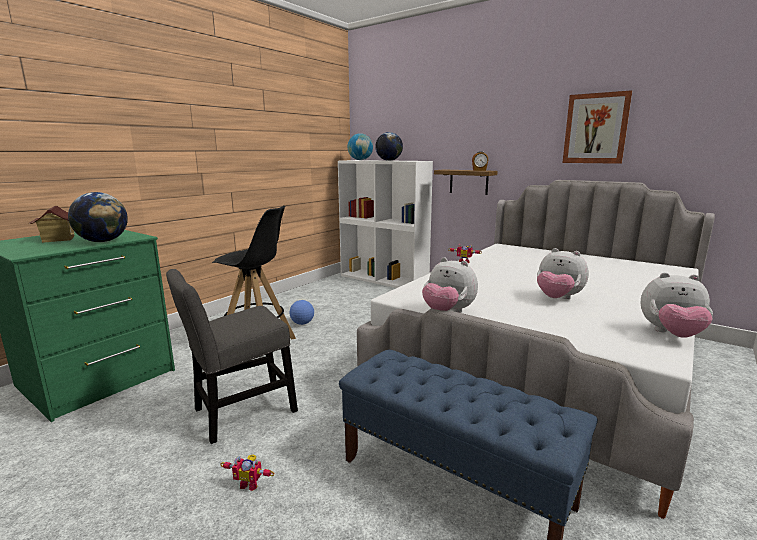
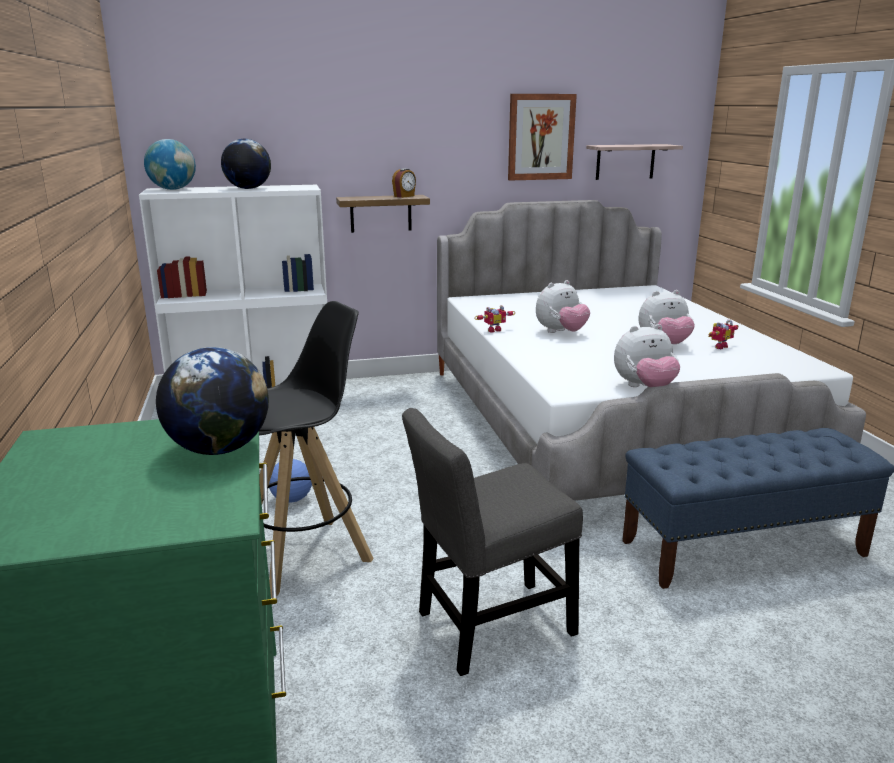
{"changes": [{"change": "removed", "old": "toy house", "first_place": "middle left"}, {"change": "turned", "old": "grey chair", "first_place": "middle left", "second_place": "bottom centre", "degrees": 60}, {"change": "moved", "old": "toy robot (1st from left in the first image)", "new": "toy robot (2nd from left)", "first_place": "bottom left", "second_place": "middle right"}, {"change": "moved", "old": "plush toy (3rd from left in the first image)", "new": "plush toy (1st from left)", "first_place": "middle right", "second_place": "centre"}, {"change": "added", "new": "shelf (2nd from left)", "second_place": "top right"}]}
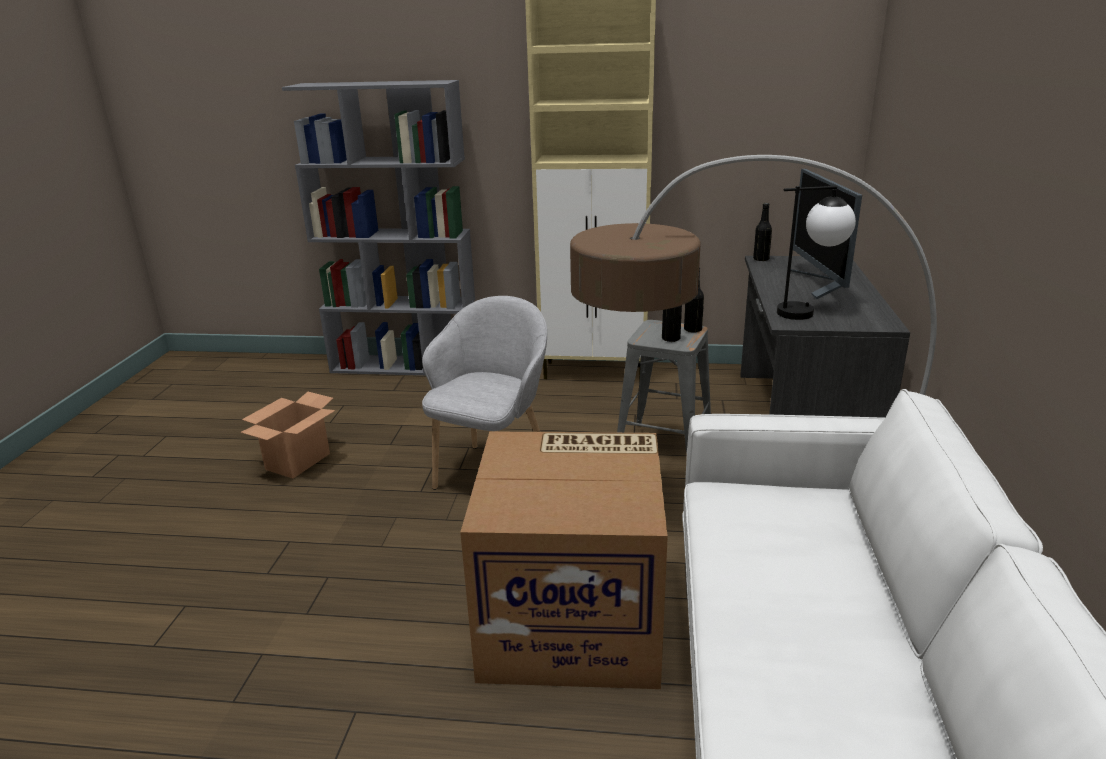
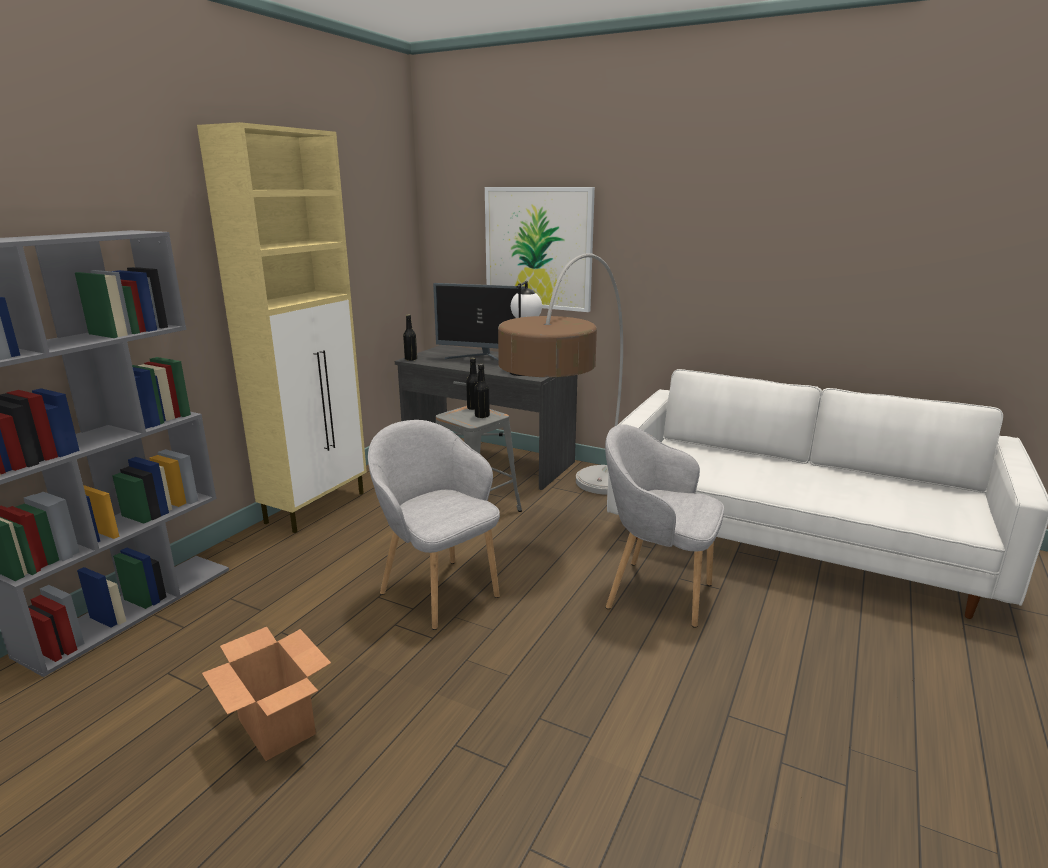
{"changes": [{"change": "replaced", "old": "cardboard box (2nd from left)", "new": "grey armchair (2nd from left)", "first_place": "bottom centre", "second_place": "centre"}, {"change": "added", "new": "picture", "second_place": "top centre"}]}
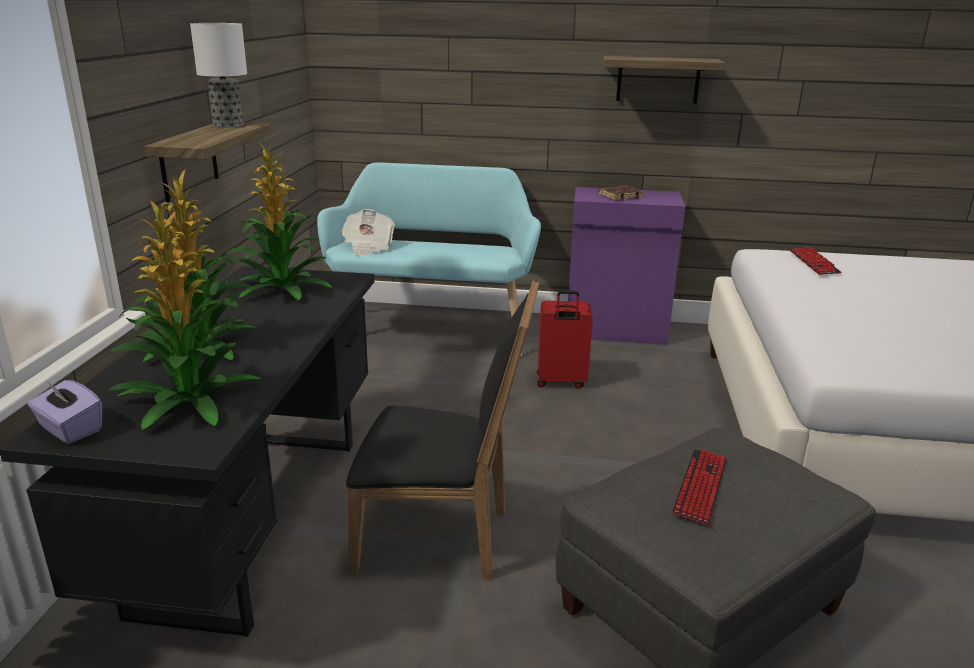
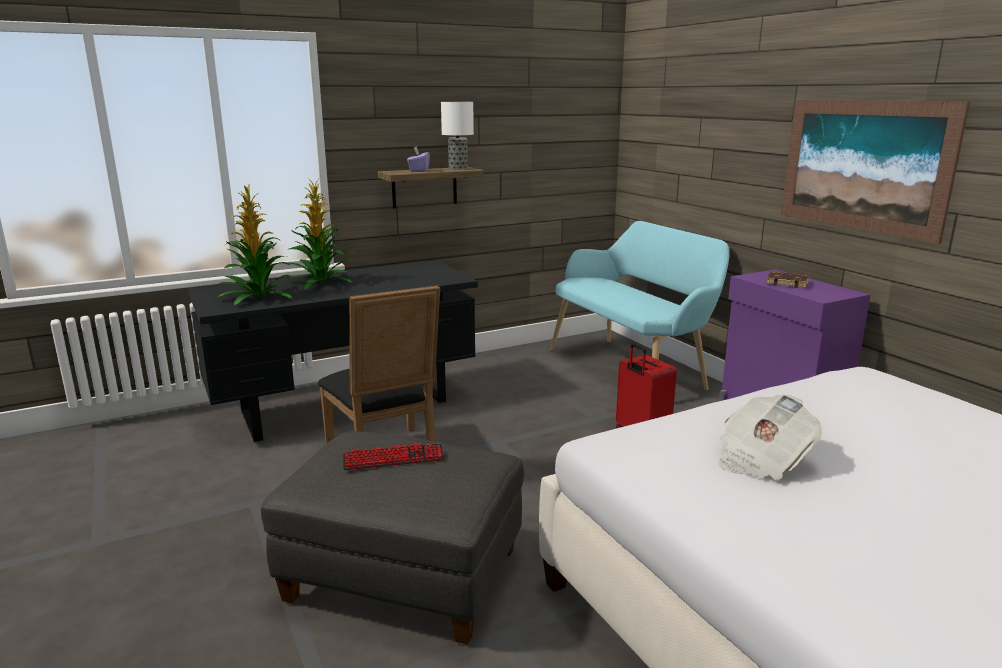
{"changes": [{"change": "moved", "old": "purple tissue box", "first_place": "middle left", "second_place": "top centre"}, {"change": "removed", "old": "potted plant (3rd from left)", "first_place": "top left"}, {"change": "moved", "old": "newspaper", "first_place": "centre", "second_place": "middle right"}, {"change": "replaced", "old": "shelf (2nd from left)", "new": "picture", "first_place": "top right", "second_place": "top right"}, {"change": "removed", "old": "keyboard (2nd from left)", "first_place": "middle right"}]}
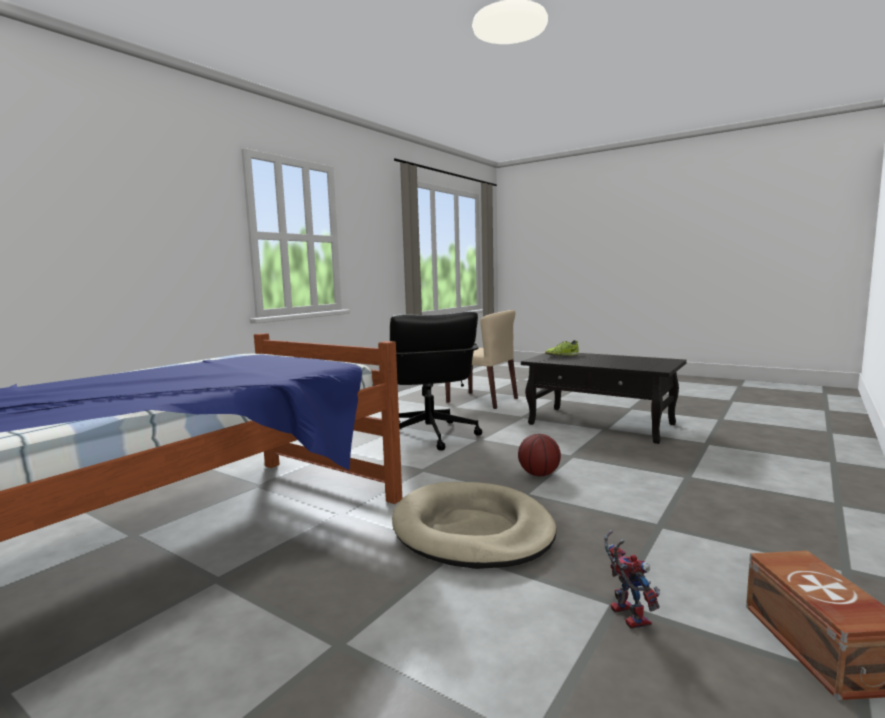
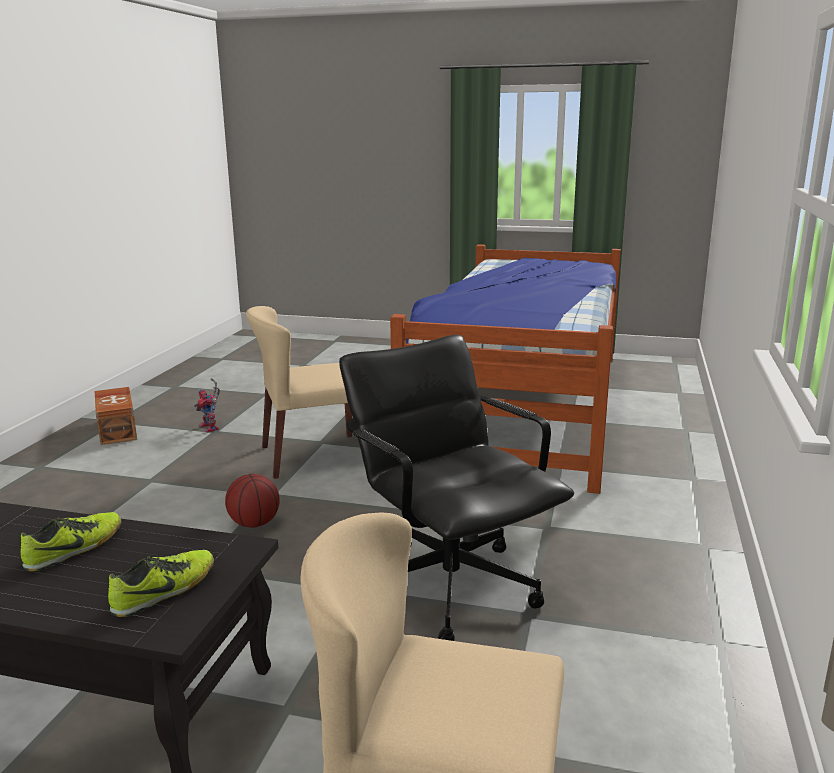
{"changes": [{"change": "replaced", "old": "beige dog bed", "new": "beige chair (1st from left)", "first_place": "bottom centre", "second_place": "centre"}, {"change": "added", "new": "shoe (1st from left)", "second_place": "bottom left"}]}
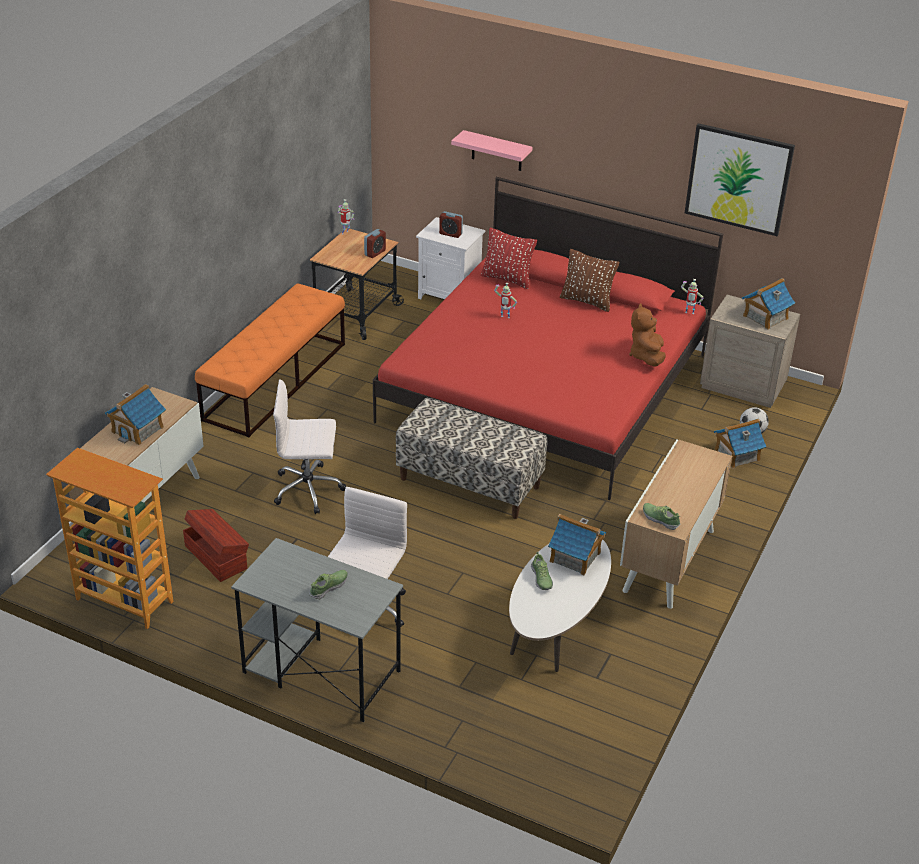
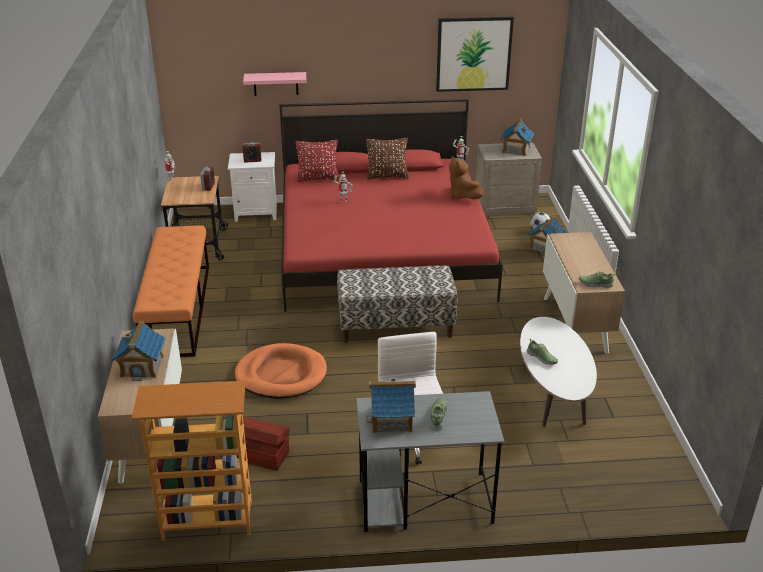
{"changes": [{"change": "replaced", "old": "white office chair (1st from left)", "new": "orange dog bed", "first_place": "centre", "second_place": "centre"}, {"change": "moved", "old": "toy house (2nd from left)", "first_place": "centre", "second_place": "bottom centre"}]}
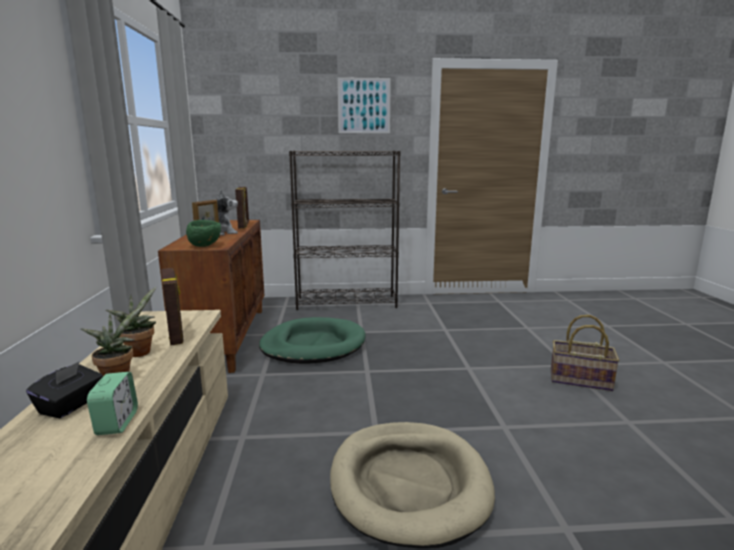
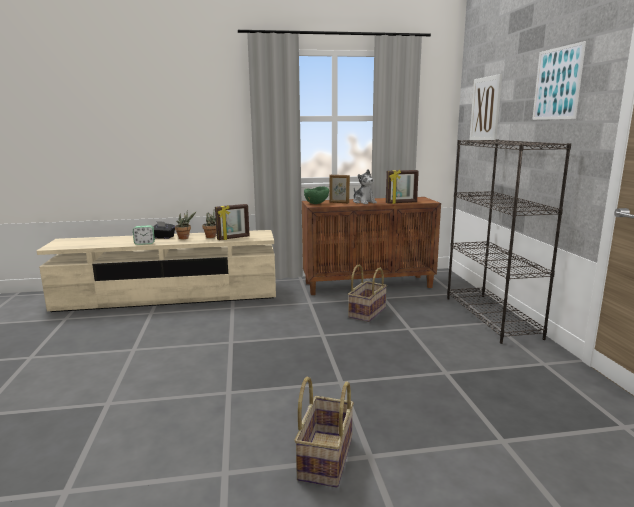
{"changes": [{"change": "replaced", "old": "green dog bed", "new": "basket (2nd from left)", "first_place": "centre", "second_place": "centre"}, {"change": "removed", "old": "beige dog bed", "first_place": "bottom centre"}, {"change": "added", "new": "picture (1st from left)", "second_place": "top right"}]}
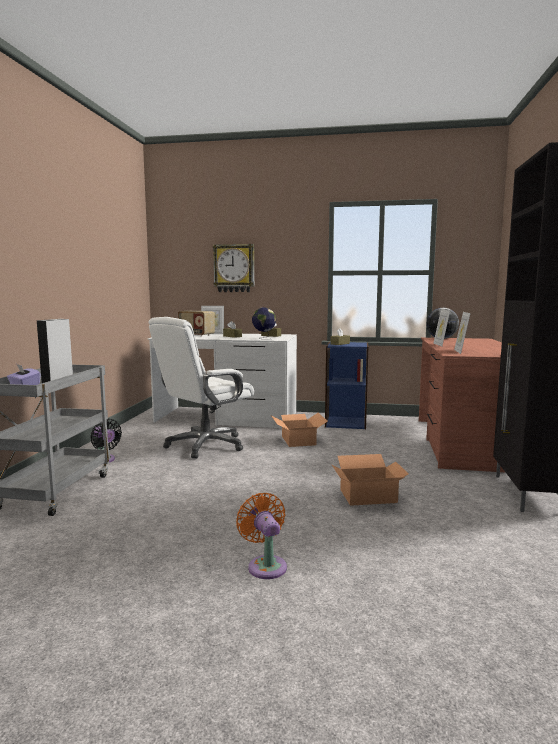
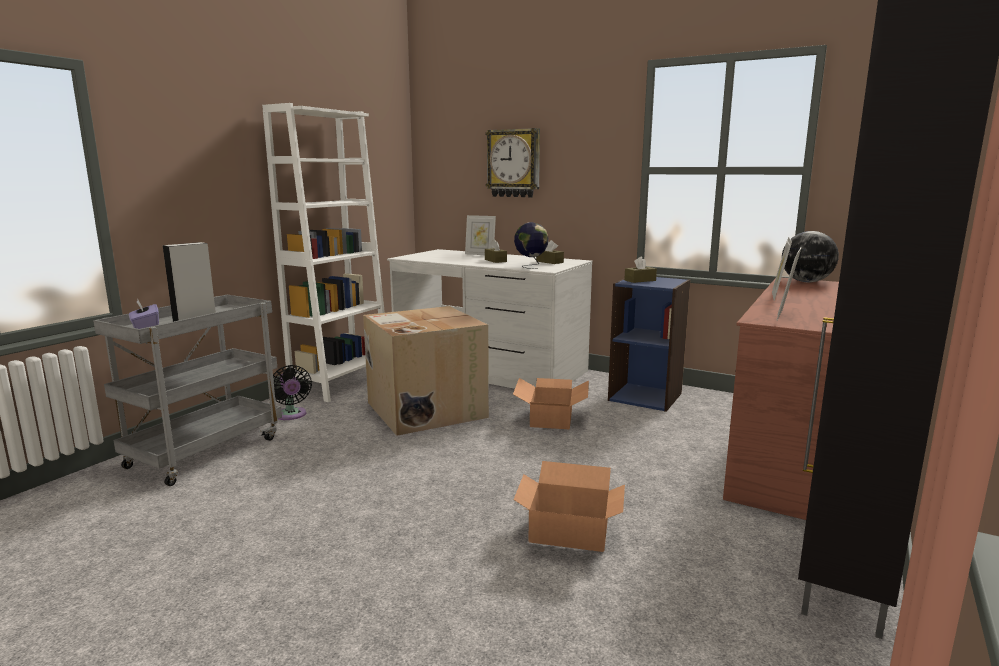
{"changes": [{"change": "replaced", "old": "white office chair", "new": "cardboard box (1st from left)", "first_place": "centre", "second_place": "centre"}, {"change": "removed", "old": "radio", "first_place": "centre"}, {"change": "removed", "old": "orange fan", "first_place": "bottom centre"}, {"change": "added", "new": "white bookcase", "second_place": "middle left"}]}
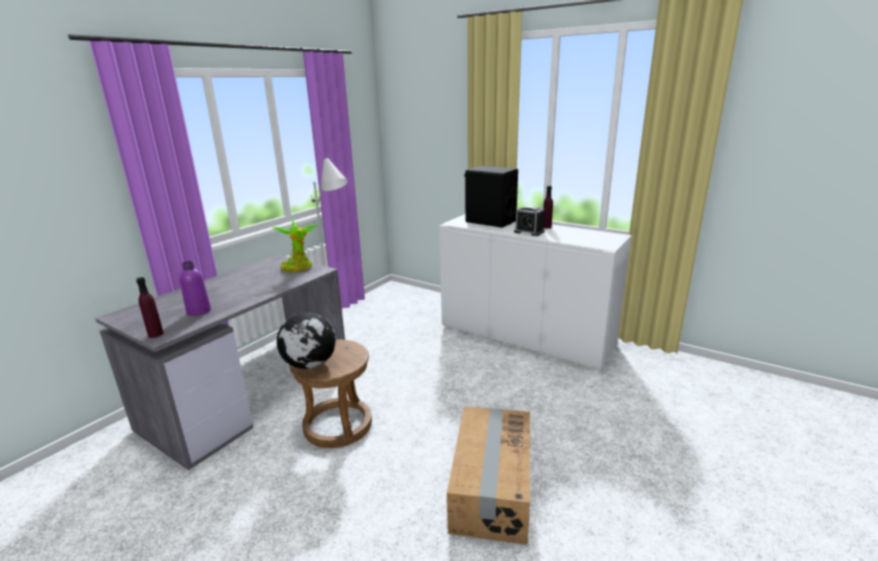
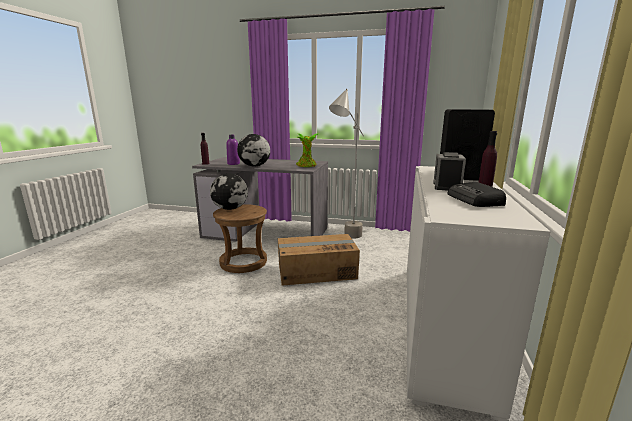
{"changes": [{"change": "moved", "old": "cardboard box", "first_place": "bottom centre", "second_place": "centre"}, {"change": "added", "new": "globe (2nd from left)", "second_place": "centre"}, {"change": "added", "new": "radio", "second_place": "middle right"}]}
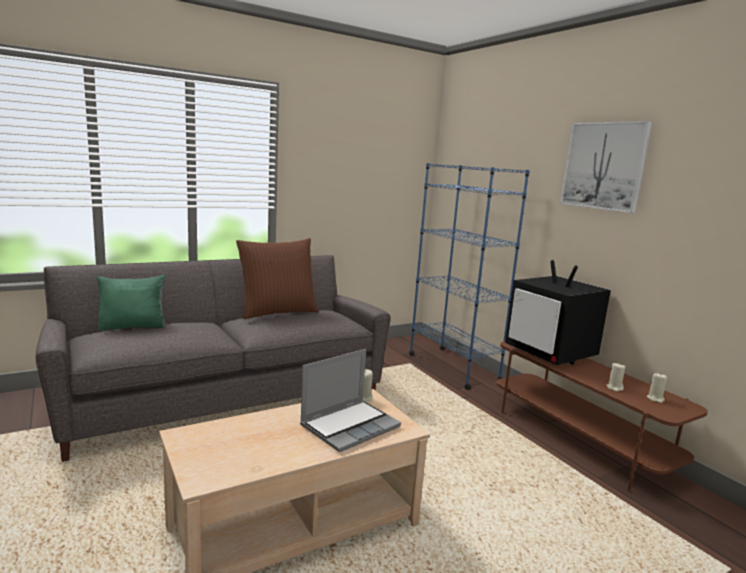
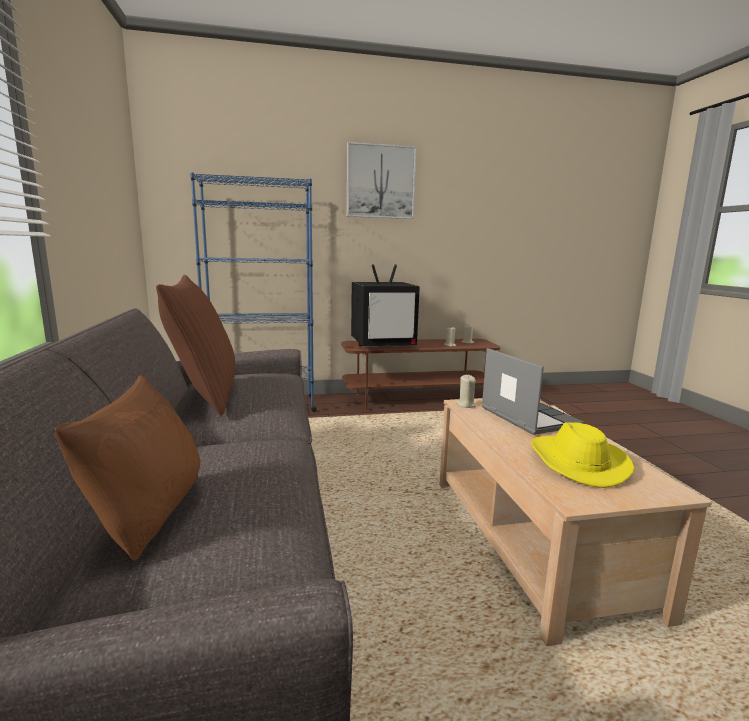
{"changes": [{"change": "recoloured", "old": "green pillow", "new": "brown pillow (1st from left)", "first_place": "middle left", "second_place": "middle left"}, {"change": "added", "new": "yellow hat", "second_place": "middle right"}]}
